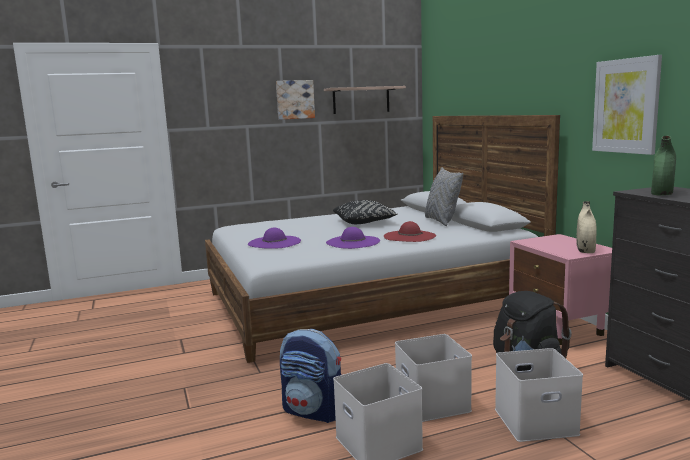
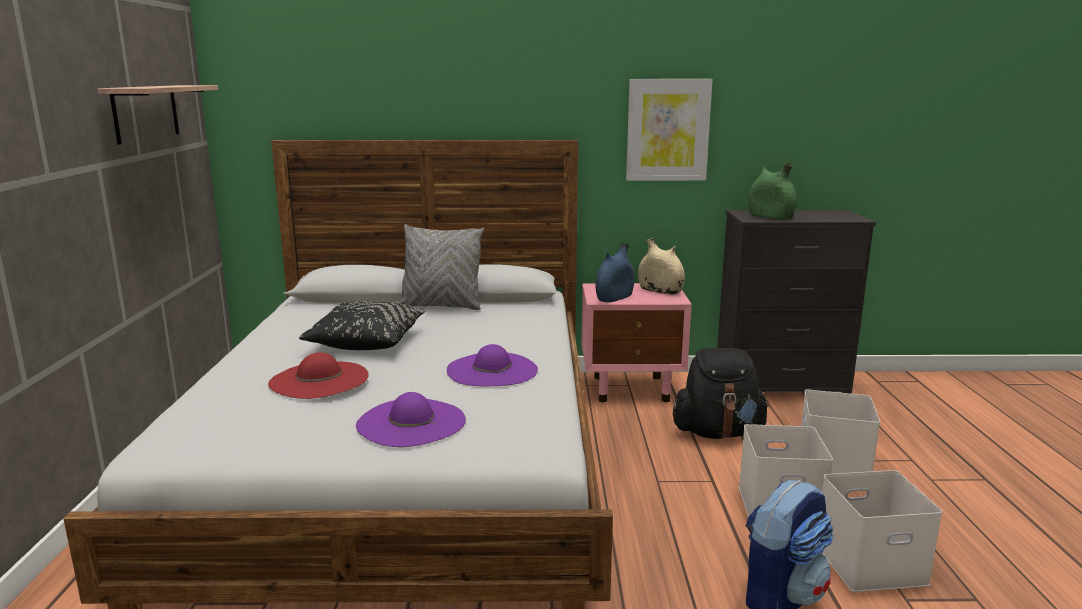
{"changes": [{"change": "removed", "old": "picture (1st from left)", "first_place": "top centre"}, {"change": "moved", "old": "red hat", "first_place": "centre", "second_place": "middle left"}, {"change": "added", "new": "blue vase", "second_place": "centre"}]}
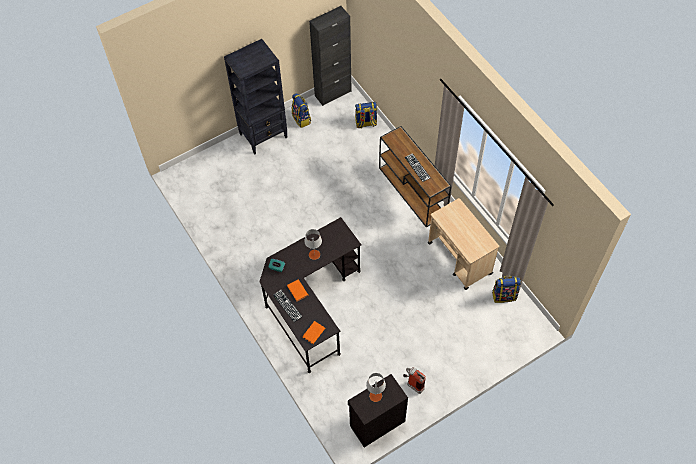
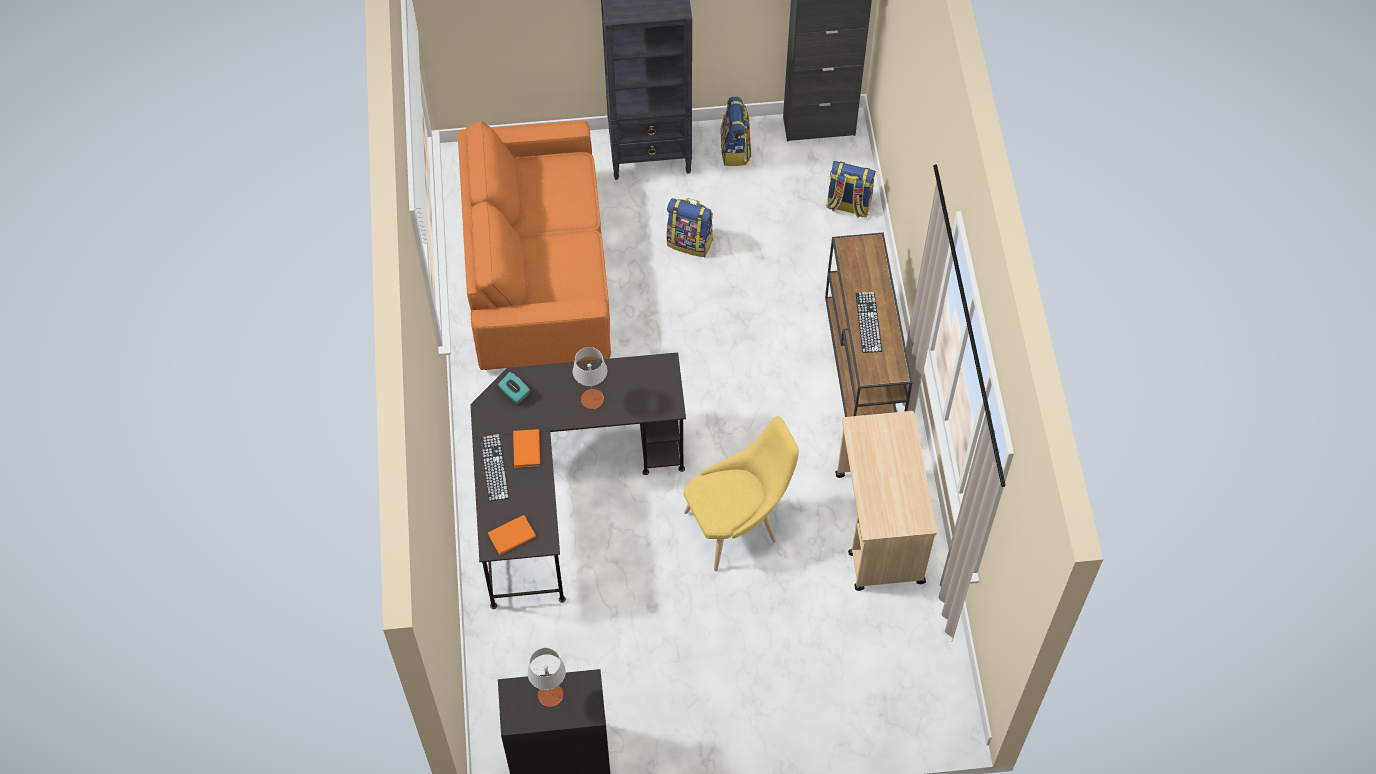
{"changes": [{"change": "removed", "old": "fire extinguisher", "first_place": "bottom centre"}, {"change": "moved", "old": "backpack (3rd from left in the first image)", "new": "backpack (1st from left)", "first_place": "middle right", "second_place": "top centre"}, {"change": "added", "new": "orange sofa", "second_place": "top centre"}, {"change": "added", "new": "yellow chair", "second_place": "centre"}]}
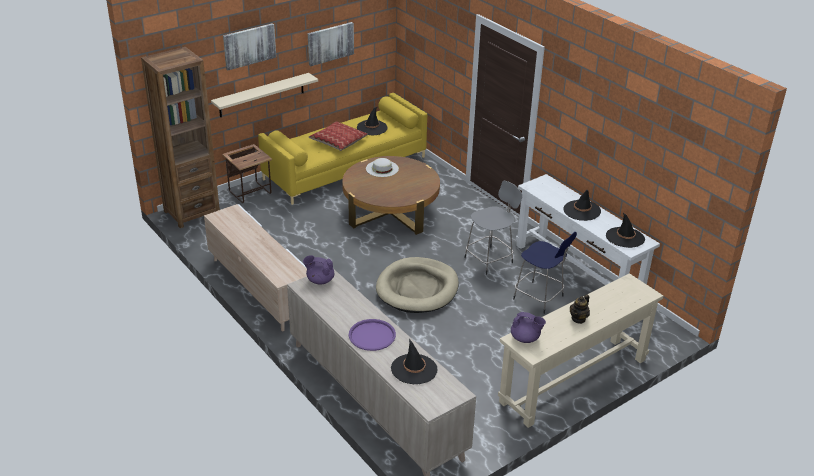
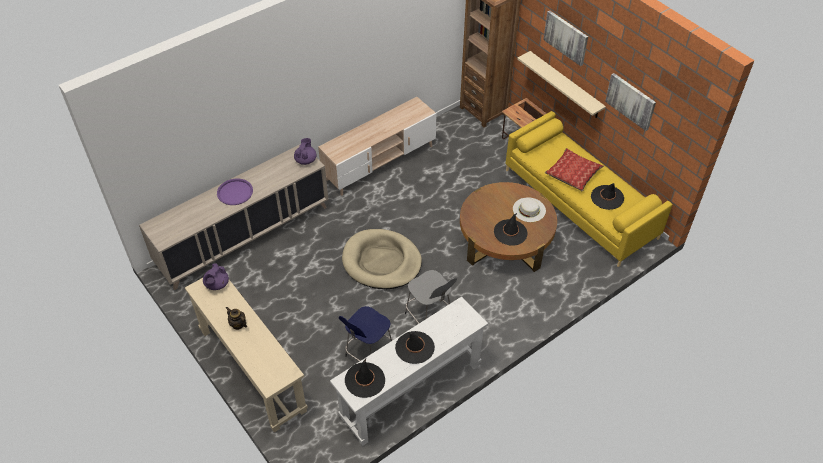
{"changes": [{"change": "moved", "old": "black hat (2nd from left in the first image)", "new": "black hat (3rd from left)", "first_place": "bottom centre", "second_place": "centre"}]}
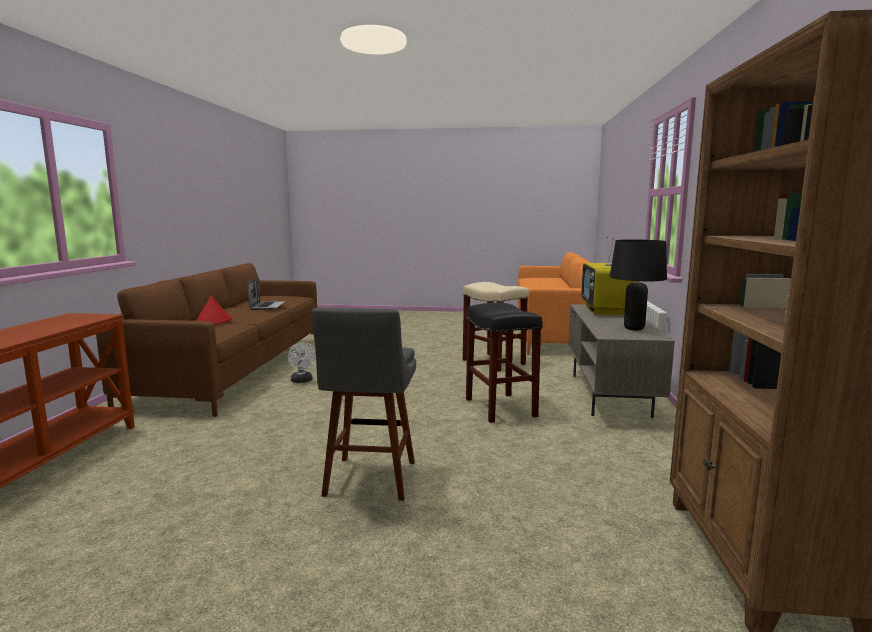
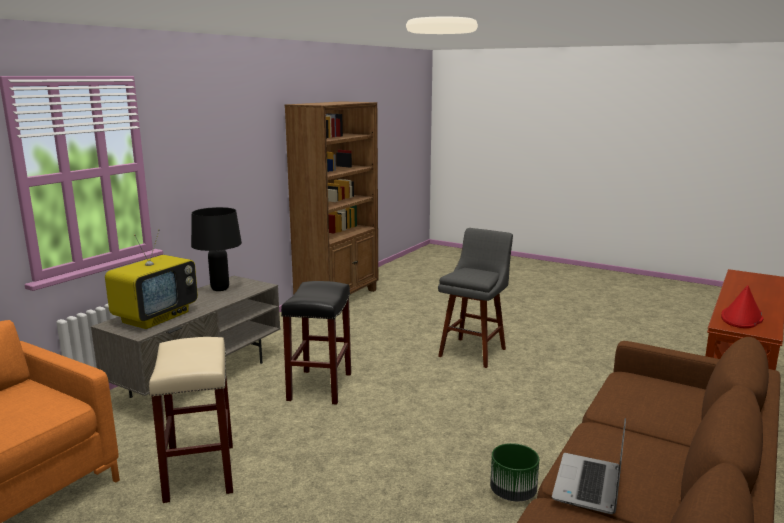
{"changes": [{"change": "moved", "old": "red hat", "first_place": "middle left", "second_place": "middle right"}, {"change": "replaced", "old": "white fan", "new": "green planter", "first_place": "centre", "second_place": "bottom centre"}]}
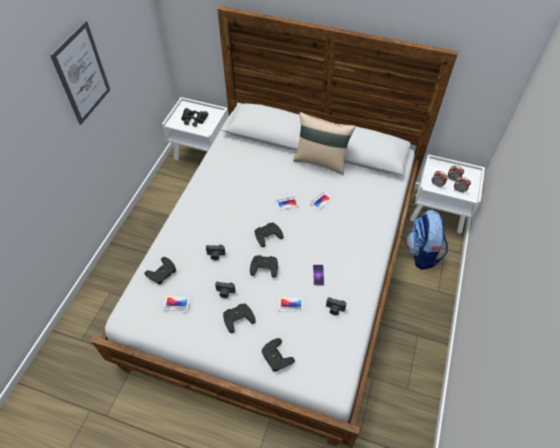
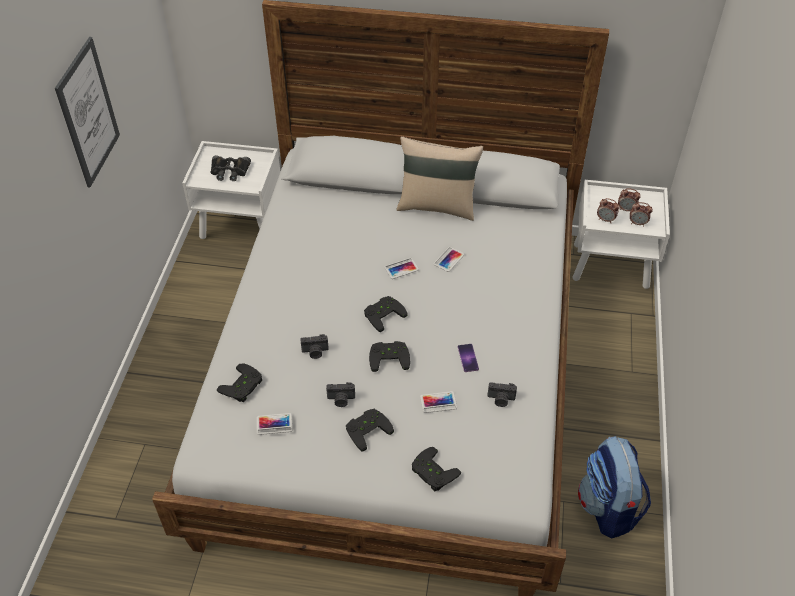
{"changes": [{"change": "moved", "old": "backpack", "first_place": "middle right", "second_place": "bottom right"}]}
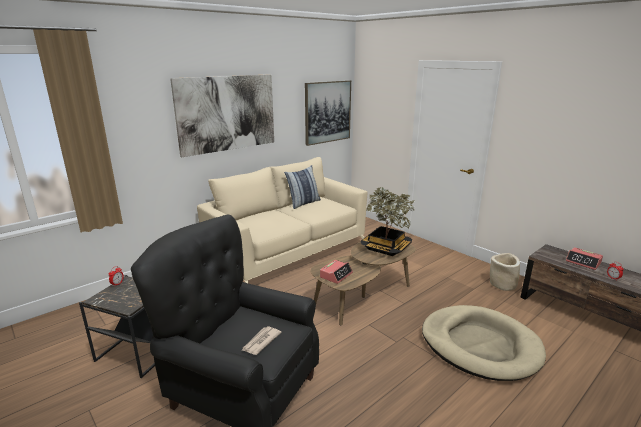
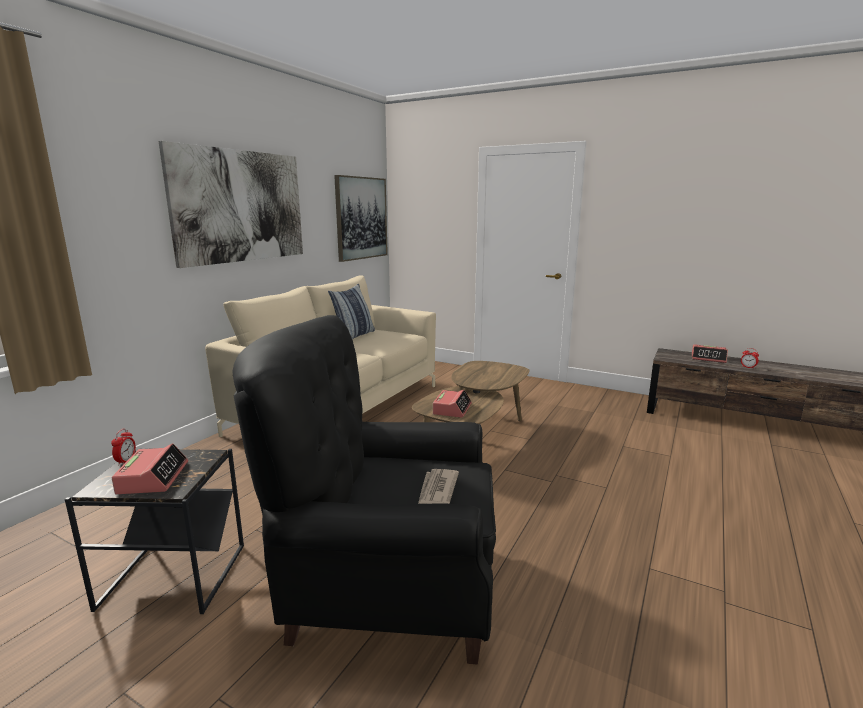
{"changes": [{"change": "removed", "old": "potted plant", "first_place": "centre"}, {"change": "removed", "old": "beige dog bed", "first_place": "bottom right"}, {"change": "removed", "old": "beige planter", "first_place": "middle right"}, {"change": "added", "new": "alarm clock (2nd from left)", "second_place": "middle left"}]}
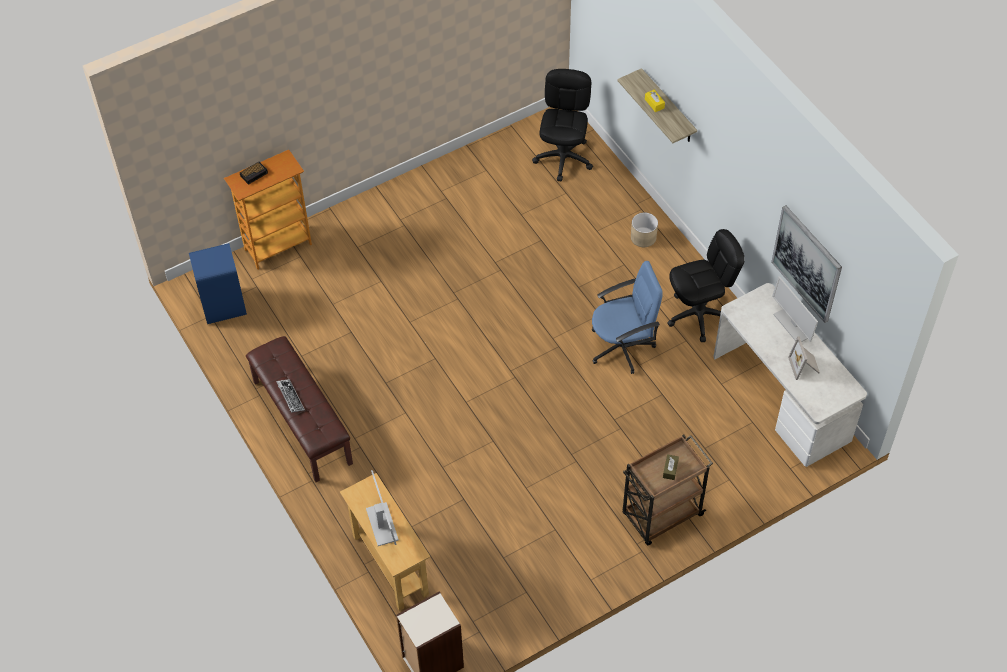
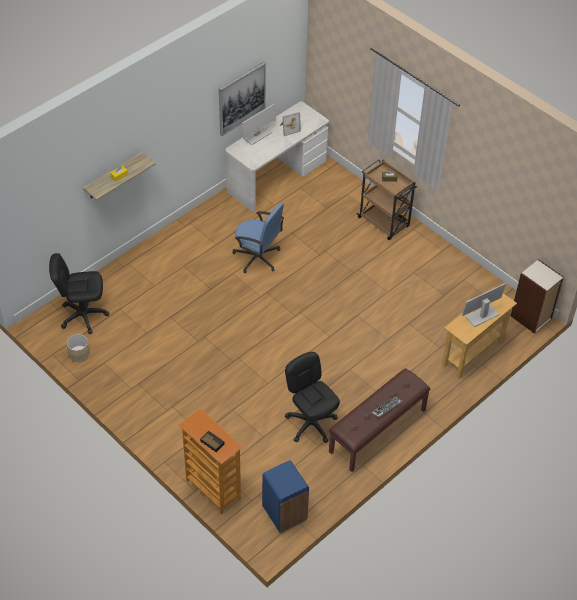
{"changes": [{"change": "turned", "old": "blue office chair", "first_place": "centre", "second_place": "centre", "degrees": 150}, {"change": "moved", "old": "beige planter", "first_place": "centre", "second_place": "middle left"}, {"change": "moved", "old": "black office chair (2nd from left)", "first_place": "middle right", "second_place": "centre"}]}
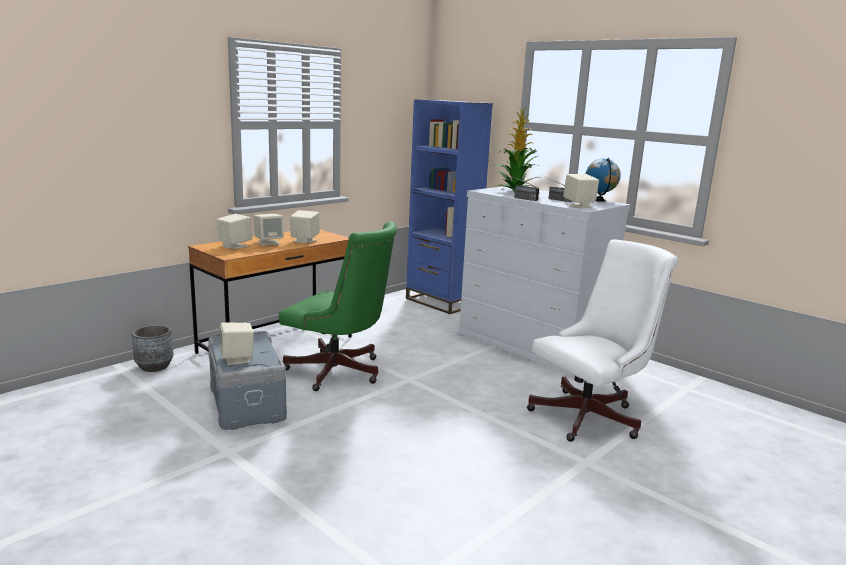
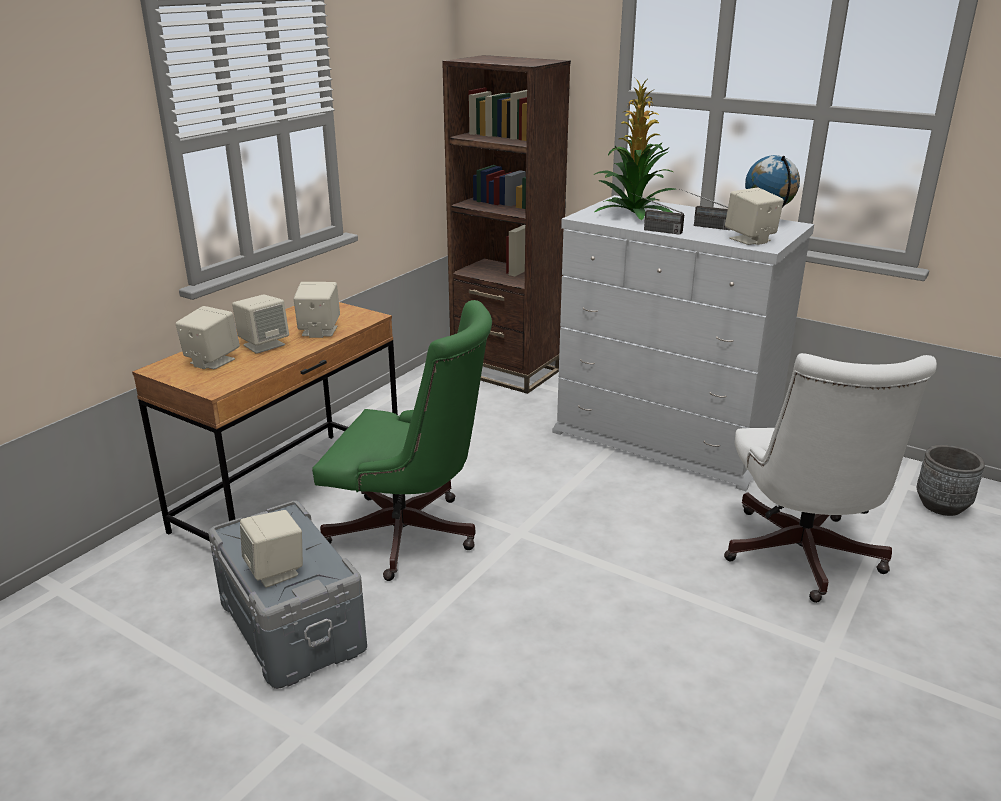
{"changes": [{"change": "moved", "old": "grey planter", "first_place": "middle left", "second_place": "middle right"}, {"change": "recoloured", "old": "blue bookcase", "new": "brown bookcase", "first_place": "centre", "second_place": "top centre"}, {"change": "turned", "old": "white office chair", "first_place": "middle right", "second_place": "middle right", "degrees": 135}]}
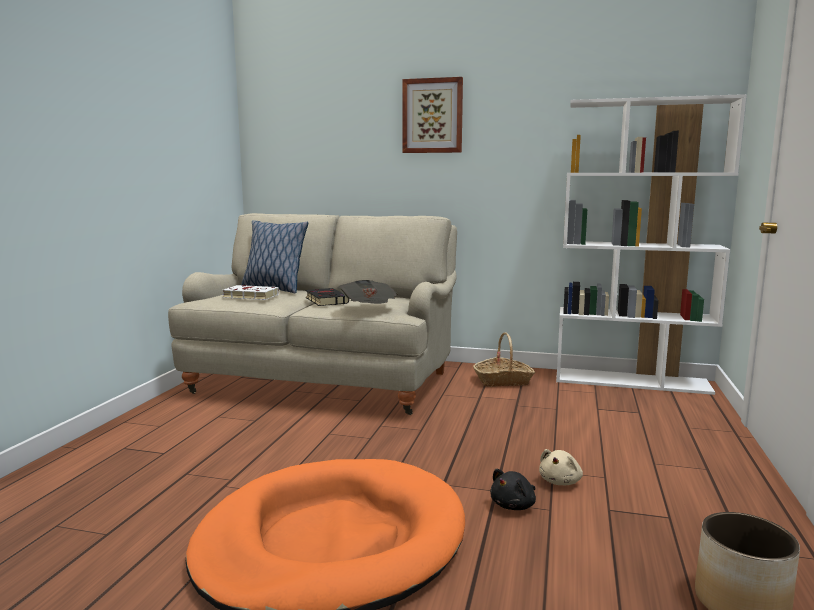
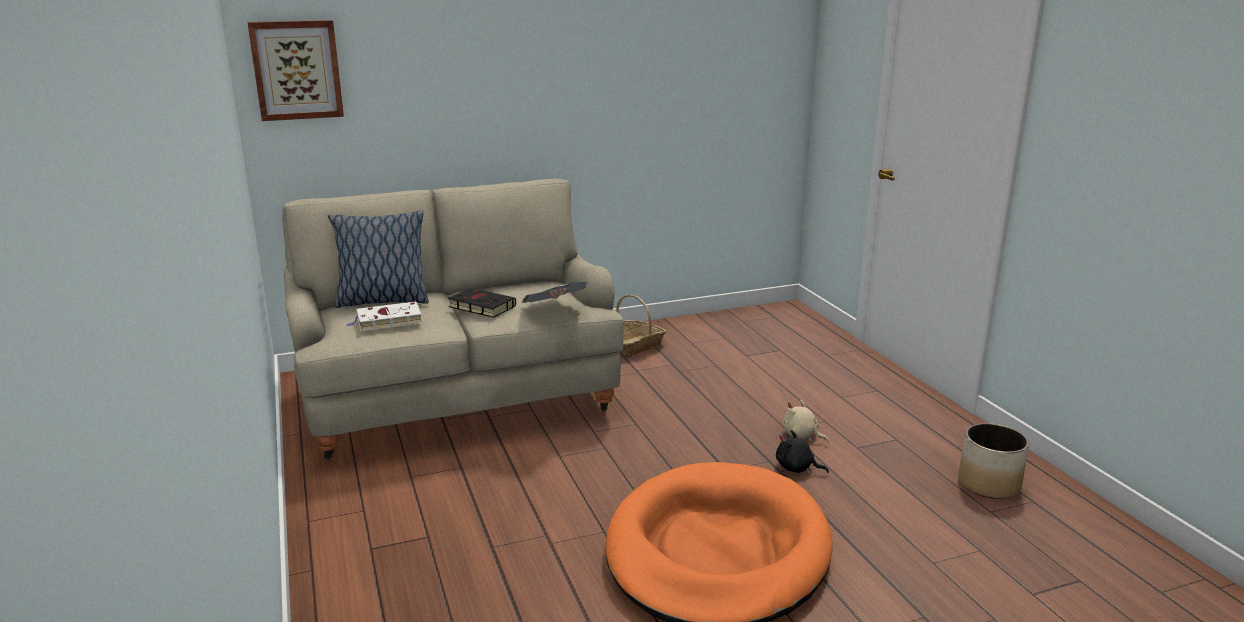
{"changes": [{"change": "moved", "old": "picture", "first_place": "top centre", "second_place": "top left"}, {"change": "turned", "old": "black plush toy", "first_place": "bottom centre", "second_place": "bottom centre", "degrees": 105}, {"change": "turned", "old": "beige plush toy", "first_place": "bottom right", "second_place": "bottom centre", "degrees": 135}, {"change": "removed", "old": "white bookcase", "first_place": "middle right"}]}
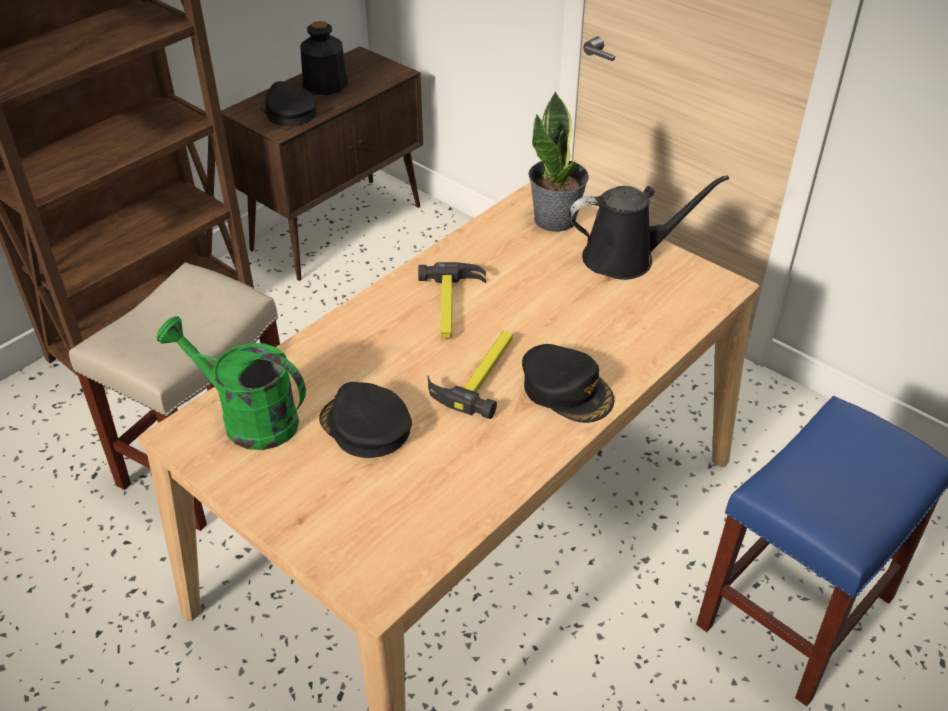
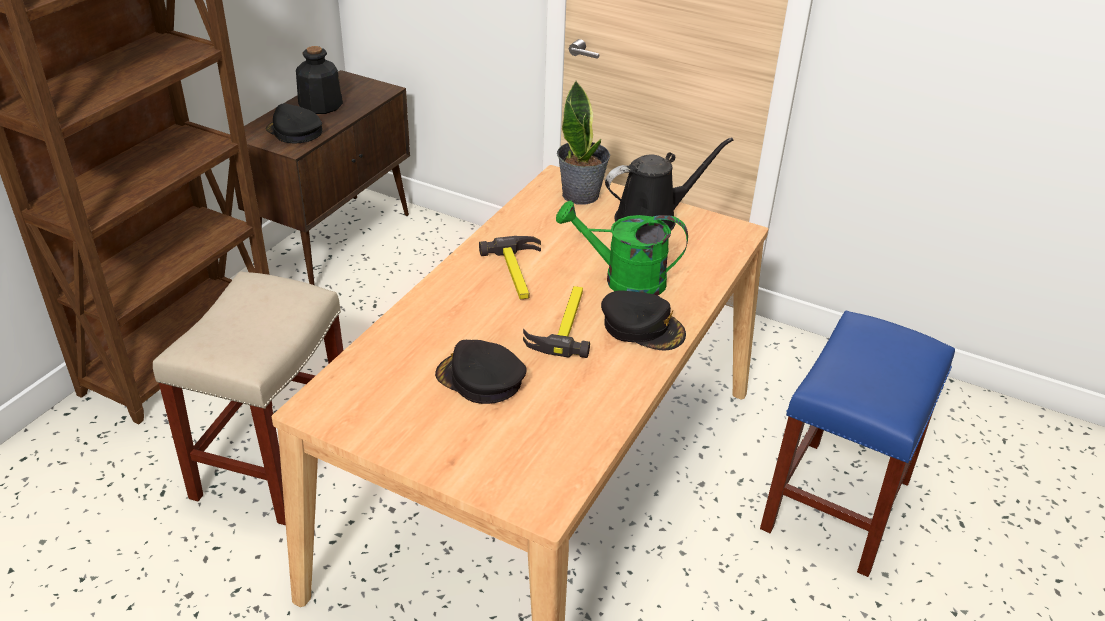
{"changes": [{"change": "moved", "old": "green watering can", "first_place": "middle left", "second_place": "centre"}]}
